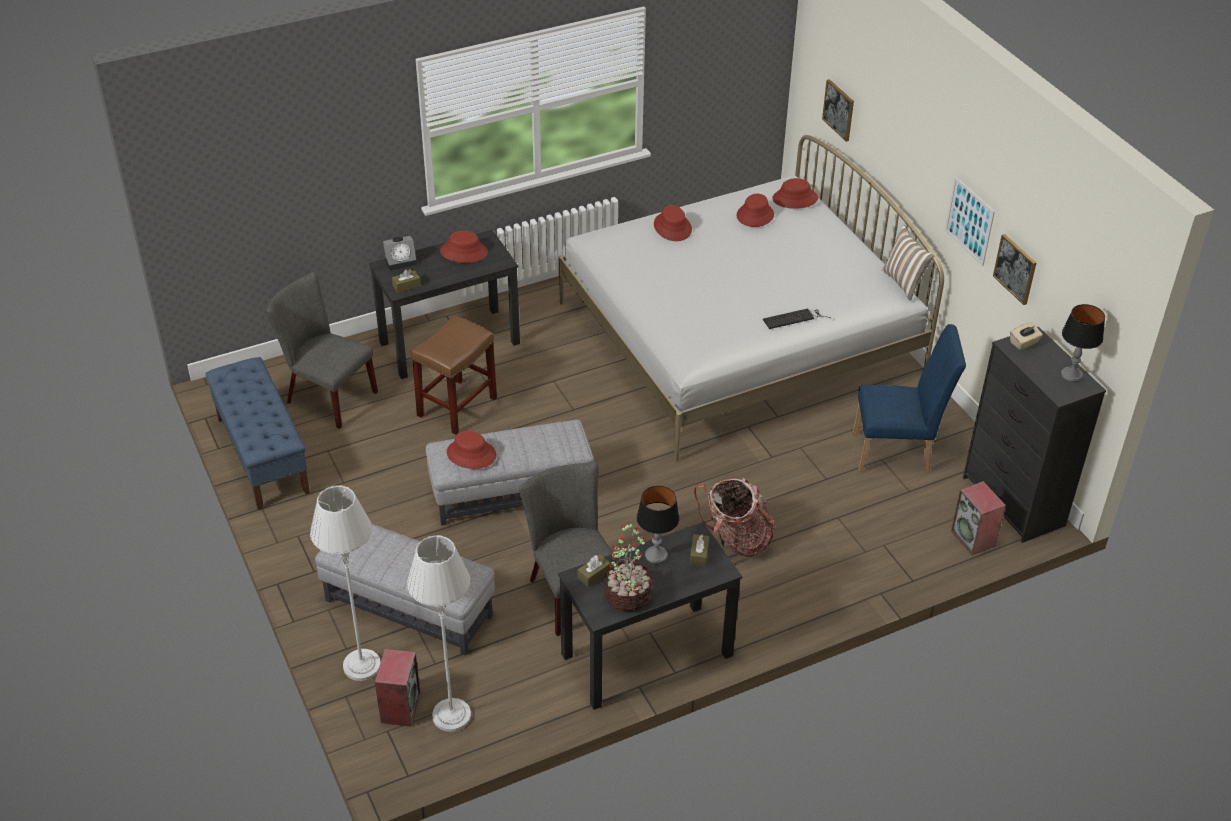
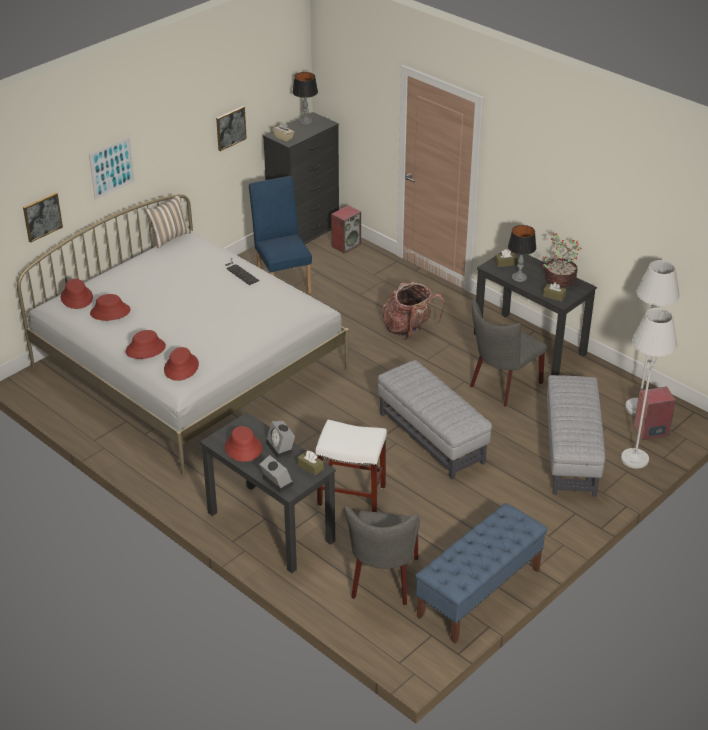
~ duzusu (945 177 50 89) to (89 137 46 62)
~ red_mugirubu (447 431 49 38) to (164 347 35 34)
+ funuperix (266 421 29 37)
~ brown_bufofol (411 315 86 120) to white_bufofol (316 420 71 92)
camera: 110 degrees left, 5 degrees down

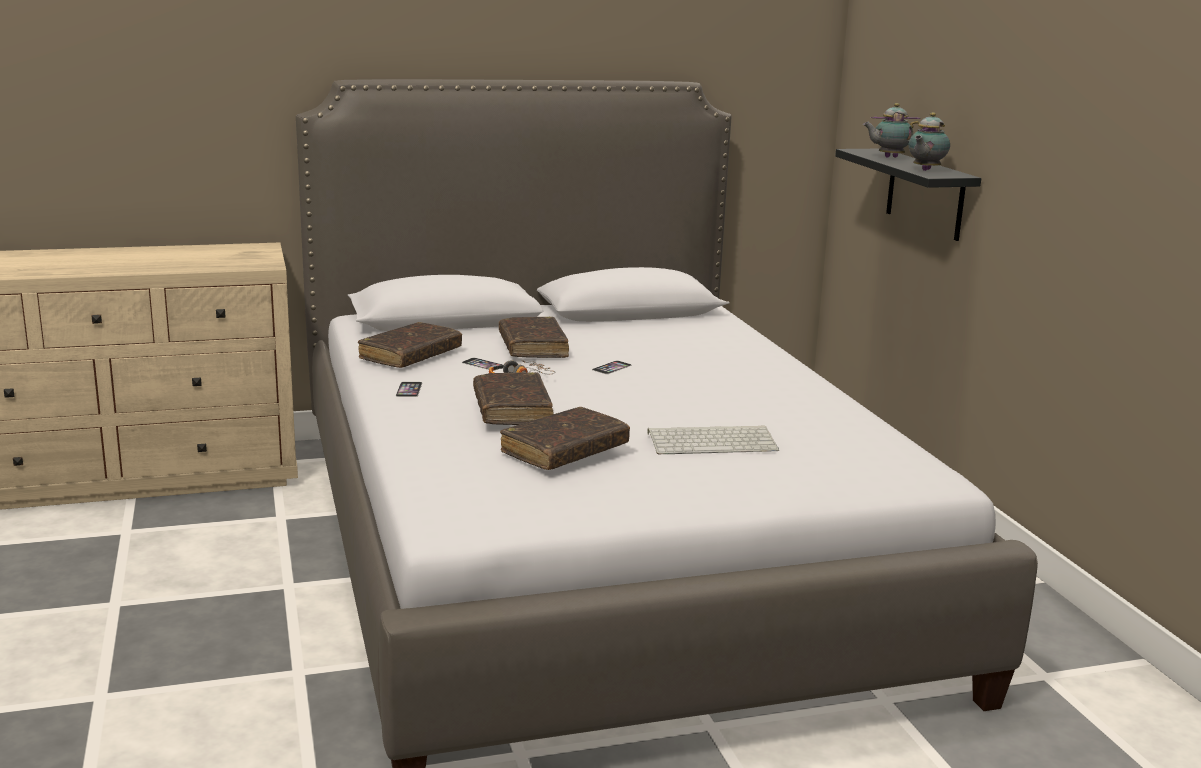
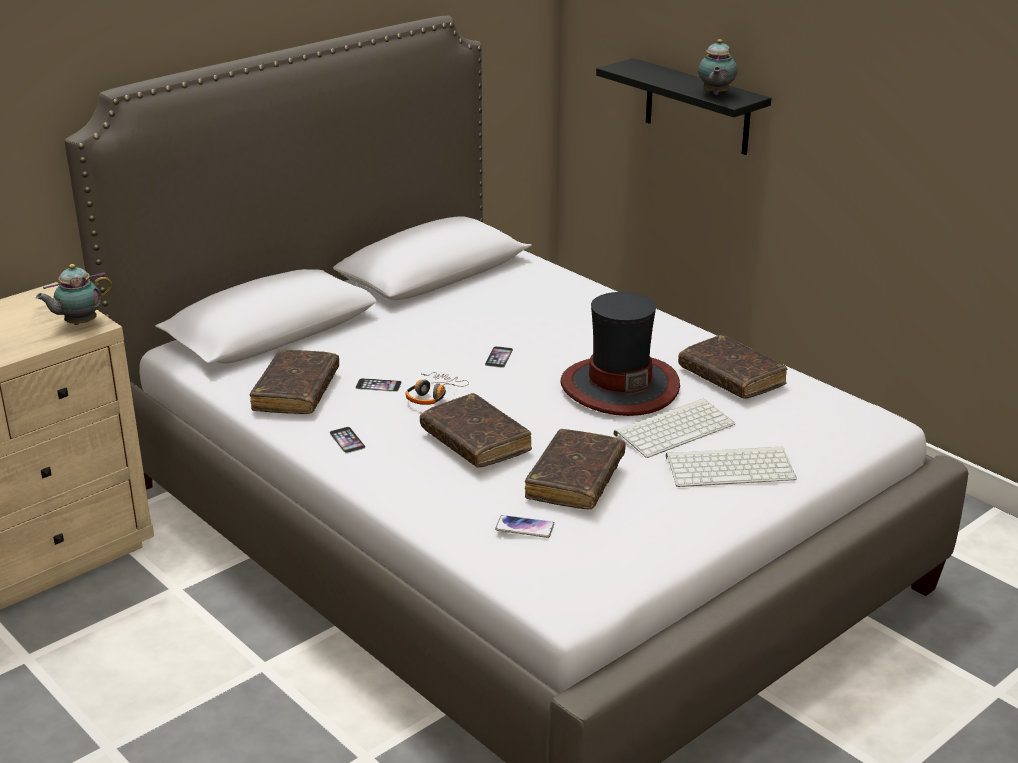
~ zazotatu (863 103 60 55) to (36 264 77 61)
+ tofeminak (495 515 59 23)
+ mugirubu (561 292 119 124)
+ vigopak (666 446 131 41)
~ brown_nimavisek (499 317 70 41) to (678 335 109 64)
camera: 25 degrees left, 10 degrees up

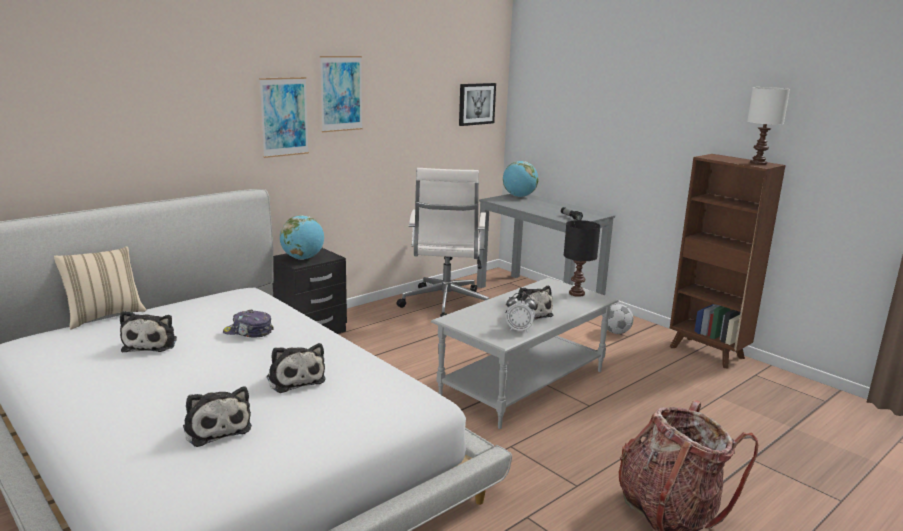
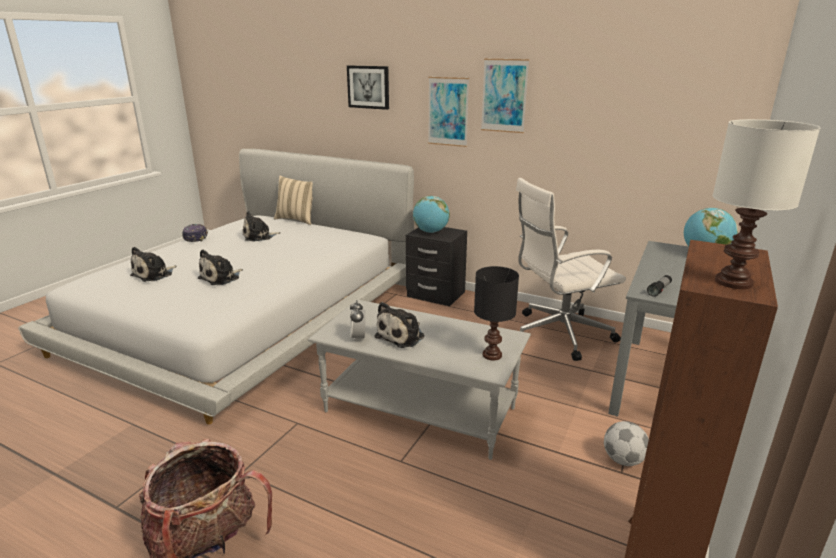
~ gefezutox (223 310 51 28) to (182 224 26 18)
~ duzusu (459 83 37 43) to (347 65 42 45)
camera: 70 degrees right, 5 degrees up

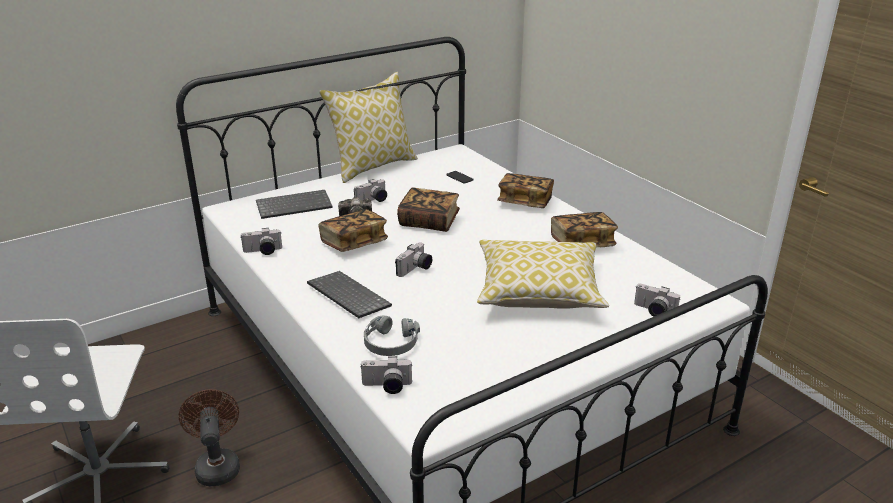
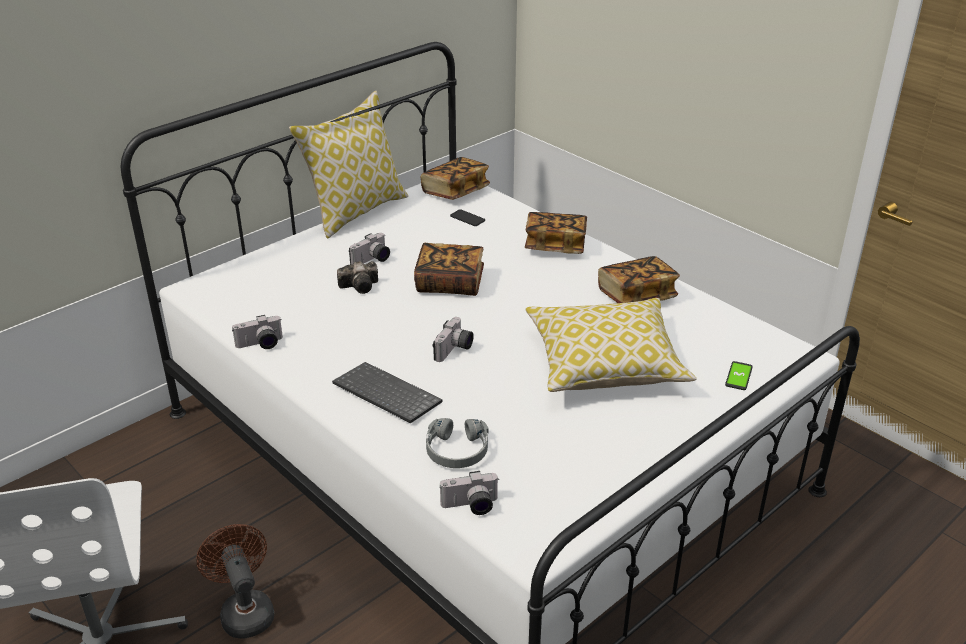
~ nimavisek (318 209 70 43) to (421 157 69 43)
~ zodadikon (634 284 46 33) to tofeminak (725 361 28 29)
- vigopak (256 190 77 29)
camera: 10 degrees left, 5 degrees up

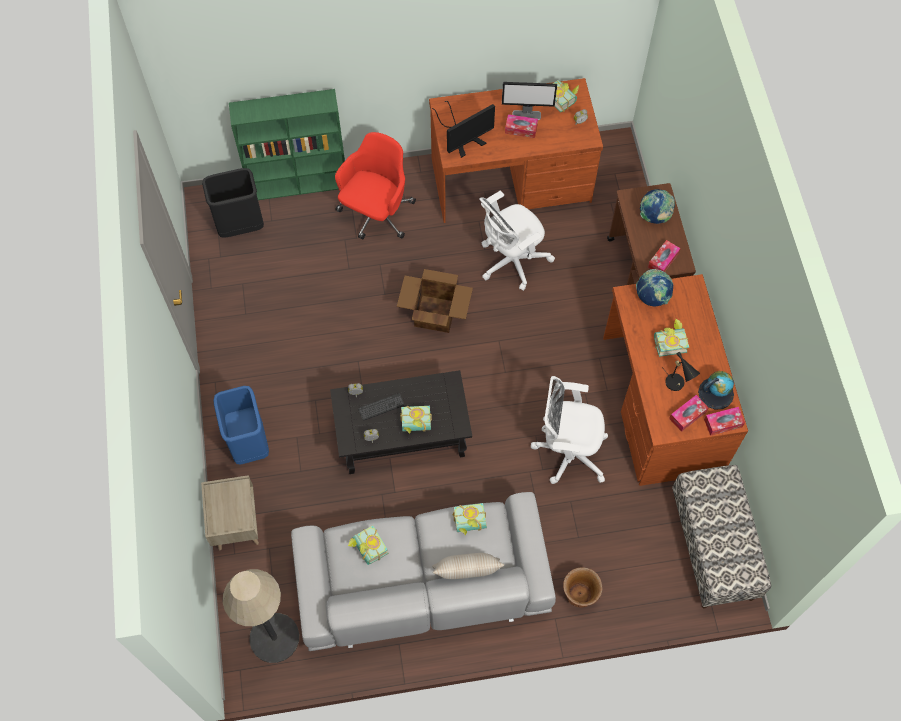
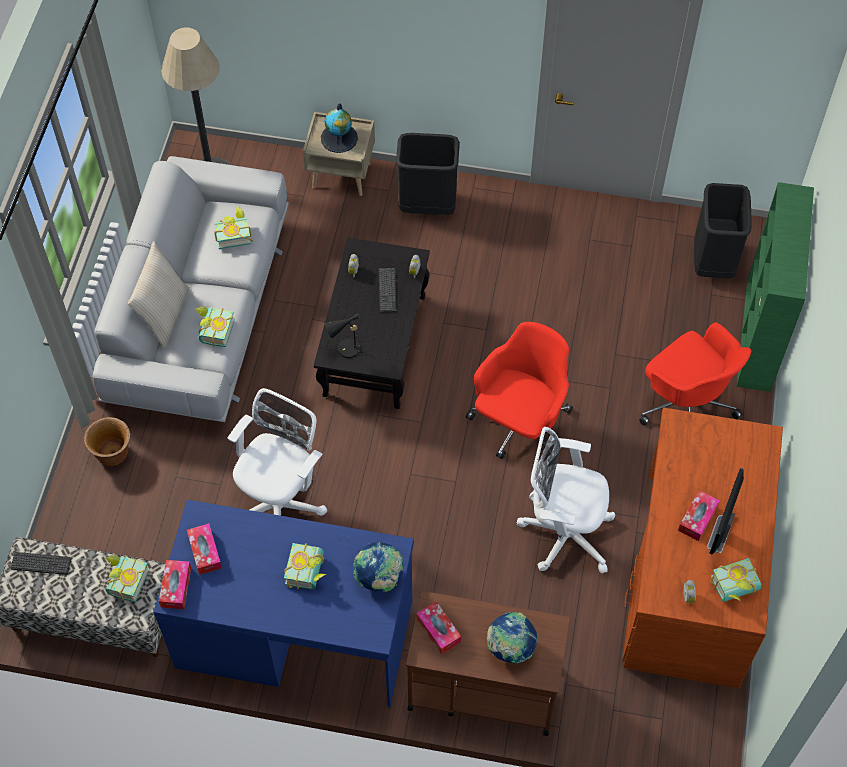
+ vigopak (11 552 60 23)
~ nimavisek (400 406 32 28) to (106 555 44 47)
~ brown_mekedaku (603 274 145 212) to blue_mekedaku (153 500 261 207)
~ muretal (698 371 36 39) to (321 103 37 50)
~ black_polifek (661 352 39 39) to (324 314 48 44)
~ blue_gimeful (213 386 56 79) to black_gimeful (396 133 64 82)
~ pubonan (397 269 76 64) to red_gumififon (466 322 107 137)
~ white_gumififon (479 191 76 100) = (517 427 98 147) 60 degrees counterclockwise
- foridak (432 101 63 57)
camera: 110 degrees right, 5 degrees down

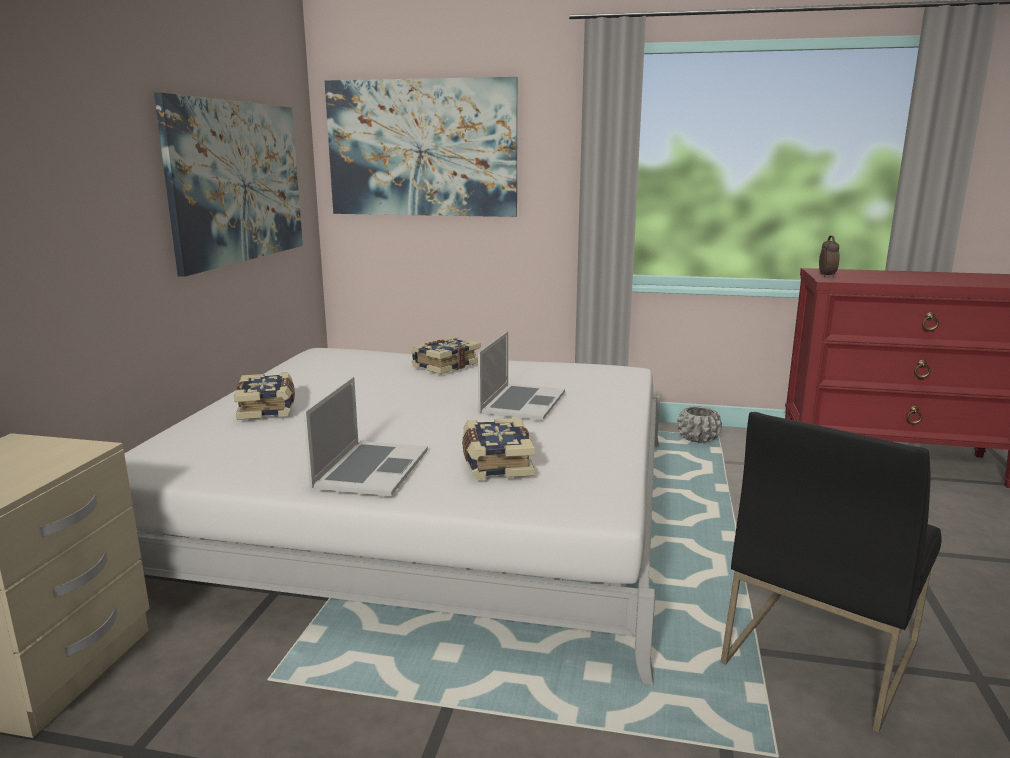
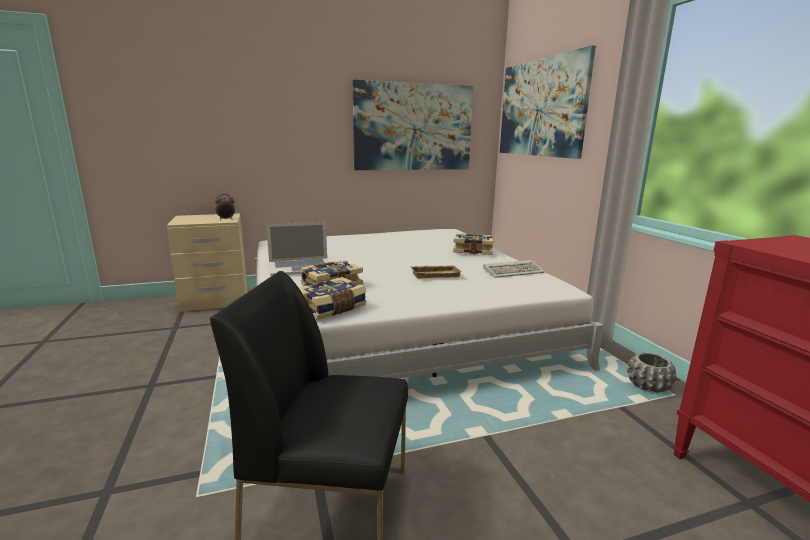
~ funuperix (819 236 20 42) to (215 194 20 26)
~ nimavisek (234 372 61 48) to (299 277 68 43)
~ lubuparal (478 331 87 89) to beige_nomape (410 265 52 14)
+ vigopak (483 260 62 18)
camera: 60 degrees right, 0 degrees up

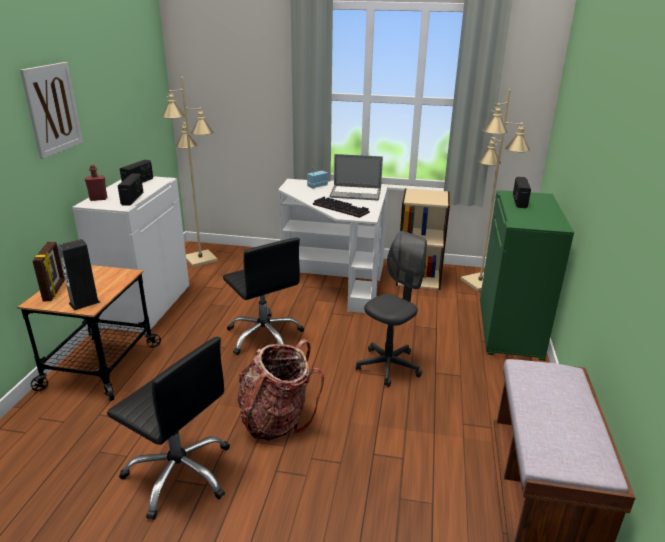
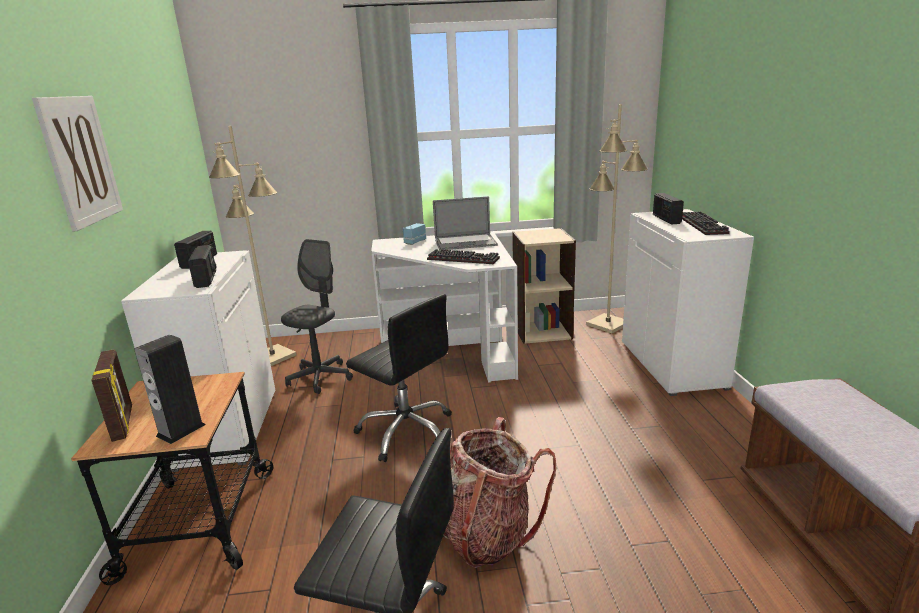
~ grey_gumififon (356 231 71 156) to (281 239 72 155)
~ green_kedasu (480 190 94 171) to white_kedasu (622 209 132 187)
+ vigopak (682 211 48 24)
- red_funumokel (85 165 22 36)
camera: 15 degrees left, 5 degrees down

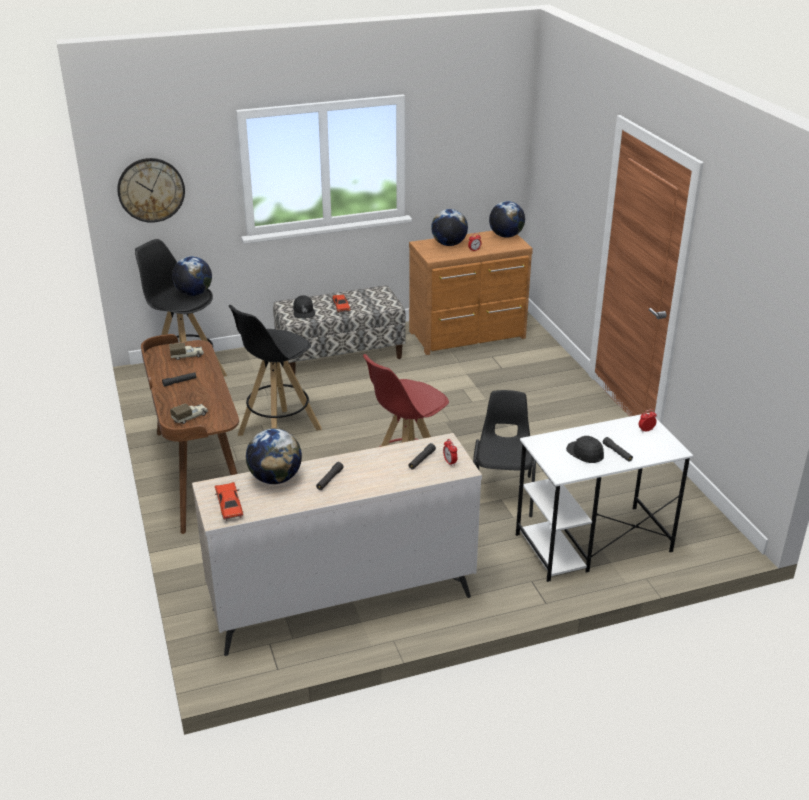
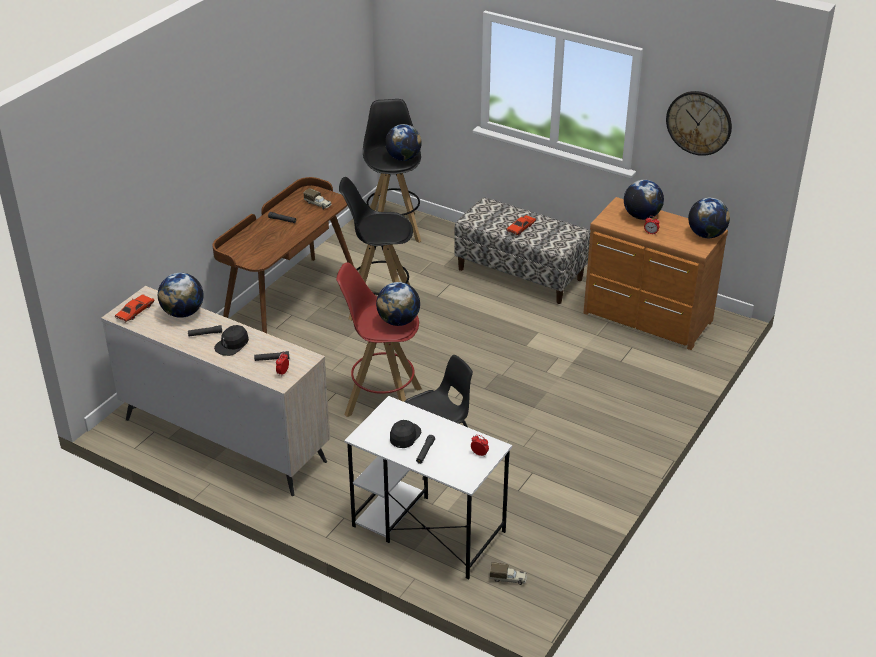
~ black_gefezutox (293 295 22 23) to (214 325 35 31)
+ muretal (376 282 44 44)
~ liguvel (170 404 38 20) to (490 562 37 23)
~ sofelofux (117 158 68 65) to (666 91 66 65)
camera: 50 degrees right, 5 degrees up

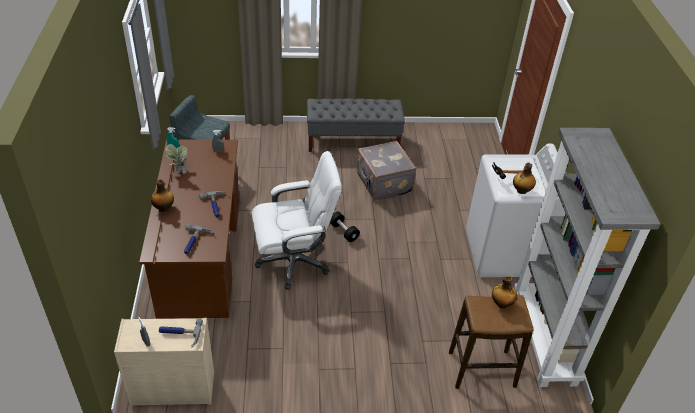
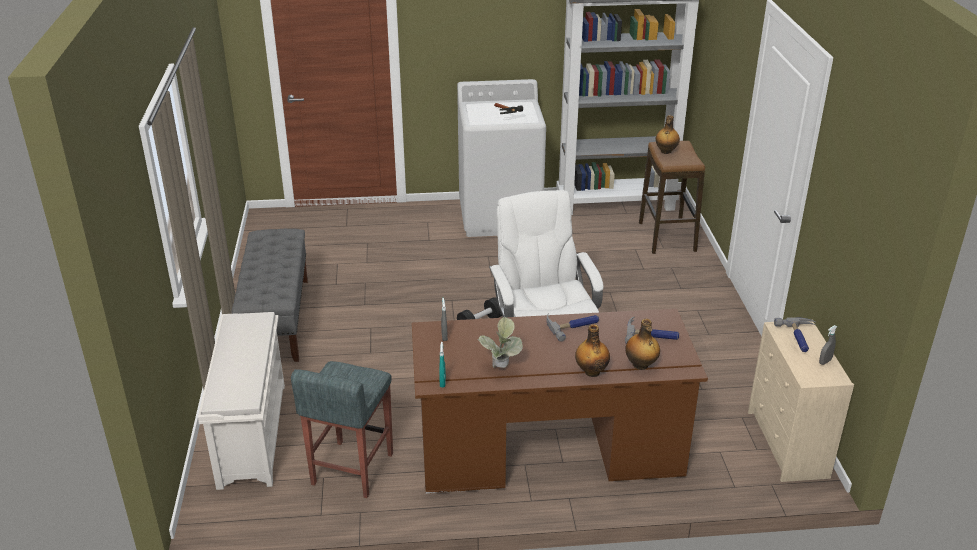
+ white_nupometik (198 312 87 178)
~ funumokel (513 163 23 31) to (625 319 35 51)
- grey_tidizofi (357 141 59 61)
camera: 90 degrees left, 10 degrees down

